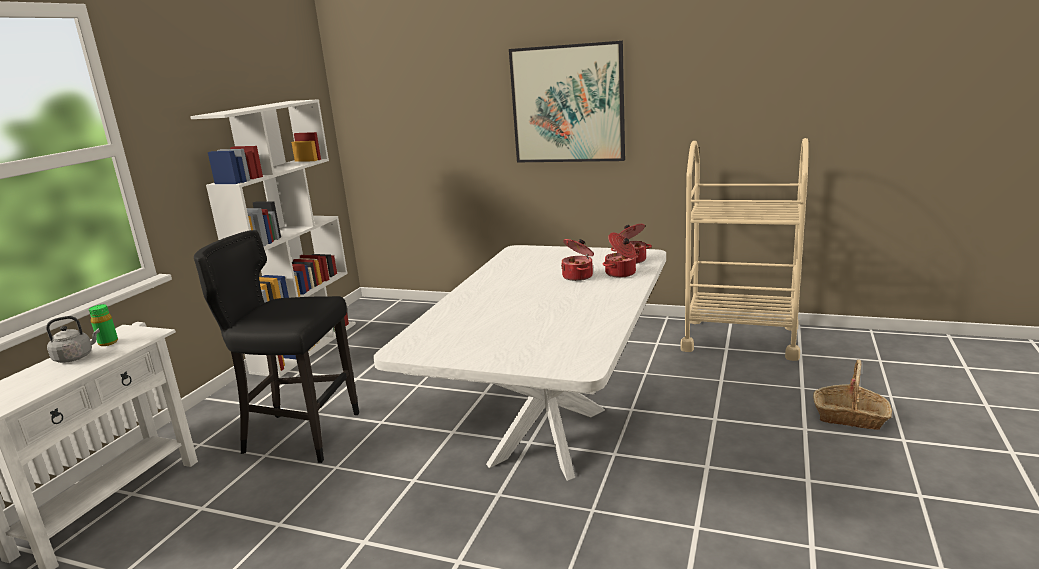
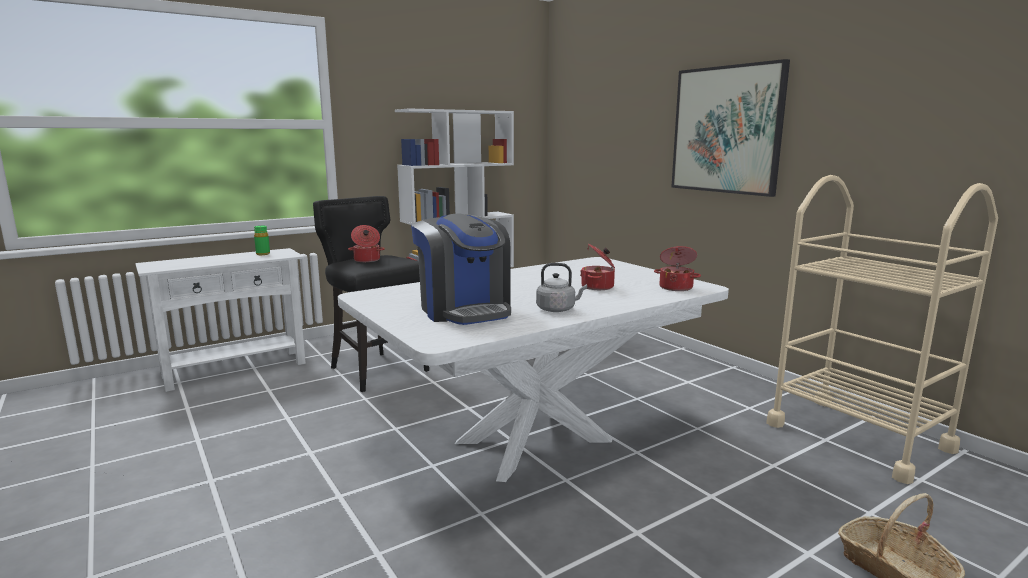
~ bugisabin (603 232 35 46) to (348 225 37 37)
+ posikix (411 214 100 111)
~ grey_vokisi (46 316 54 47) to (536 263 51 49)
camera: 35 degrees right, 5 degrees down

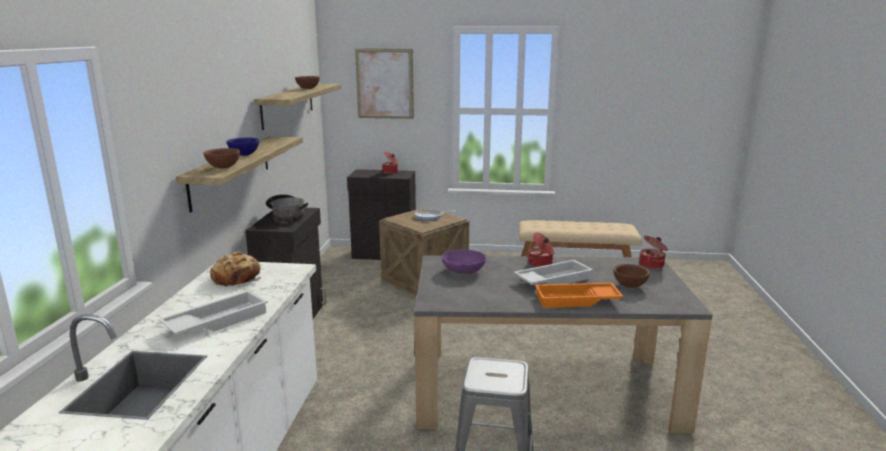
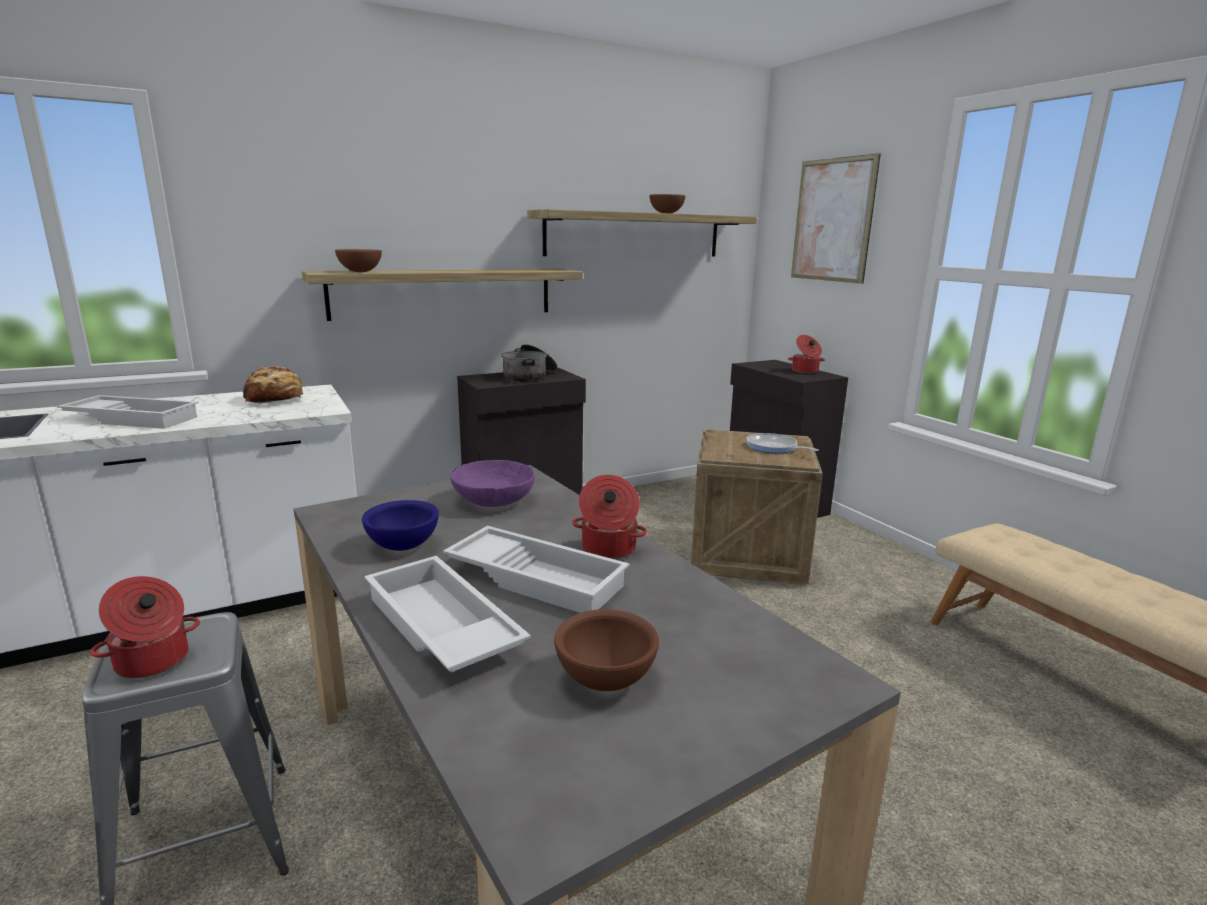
~ bugisabin (639 235 29 34) to (90 576 110 102)
~ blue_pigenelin (226 138 33 18) to (362 500 77 51)
~ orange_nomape (535 283 88 25) to white_nomape (364 556 167 116)
camera: 55 degrees right, 0 degrees up

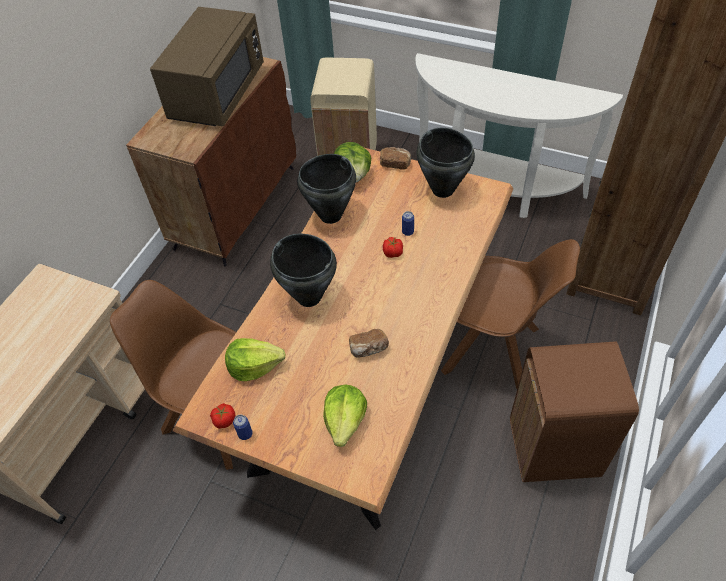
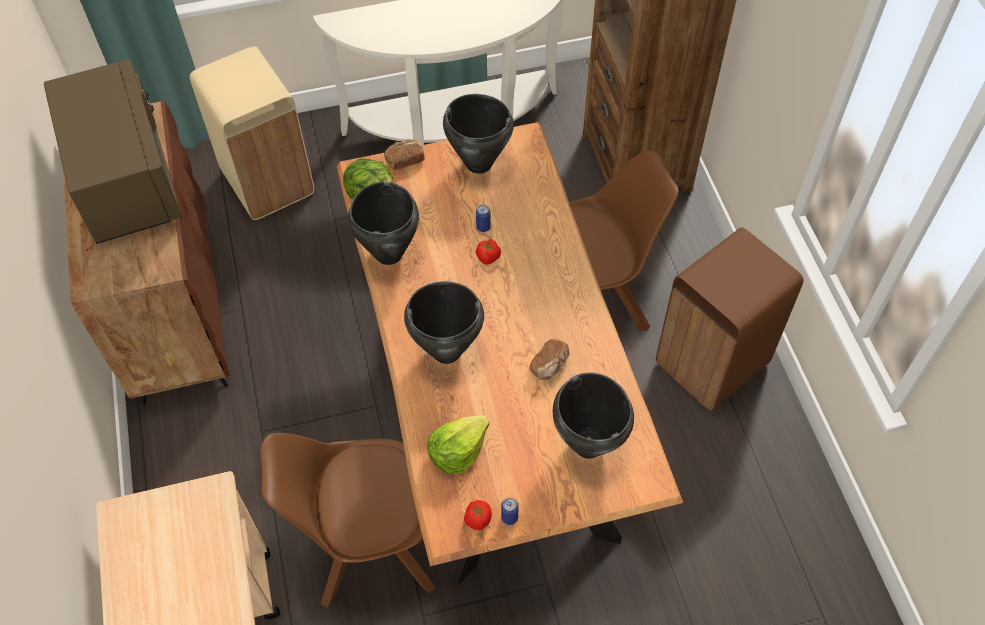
~ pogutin (323 385 44 62) to black_bugisabin (553 373 81 86)
camera: 40 degrees left, 5 degrees up

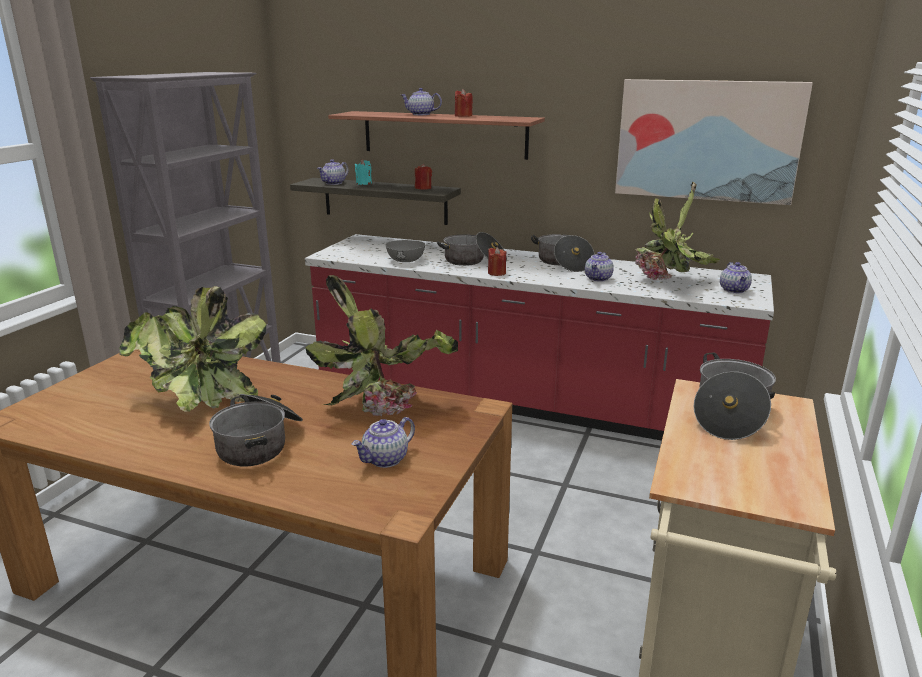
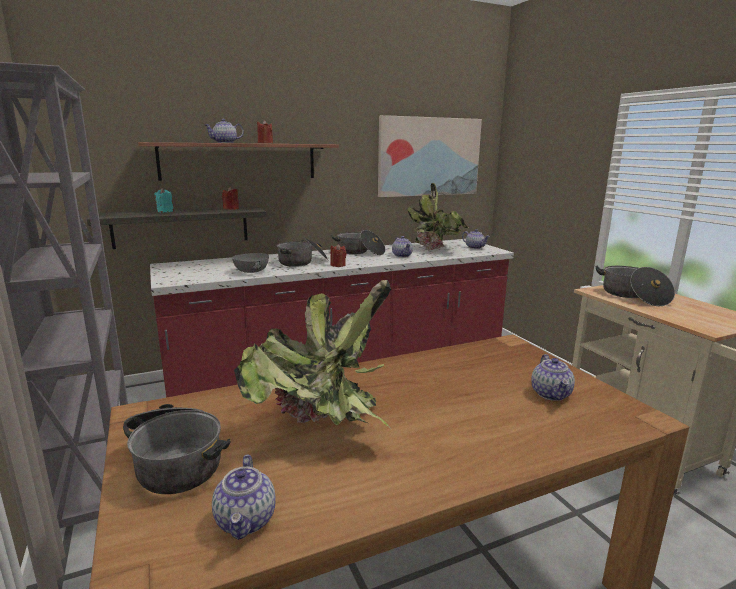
~ bugisabin (209 394 94 73) to (123 404 108 90)
~ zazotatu (317 159 32 26) to (212 455 64 85)
- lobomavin (305 275 153 142)
camera: 45 degrees left, 5 degrees down

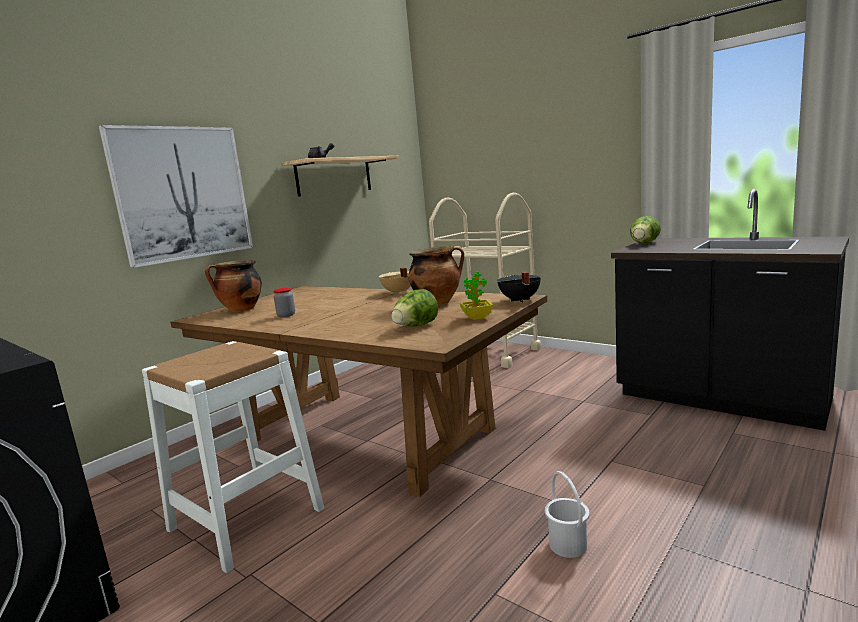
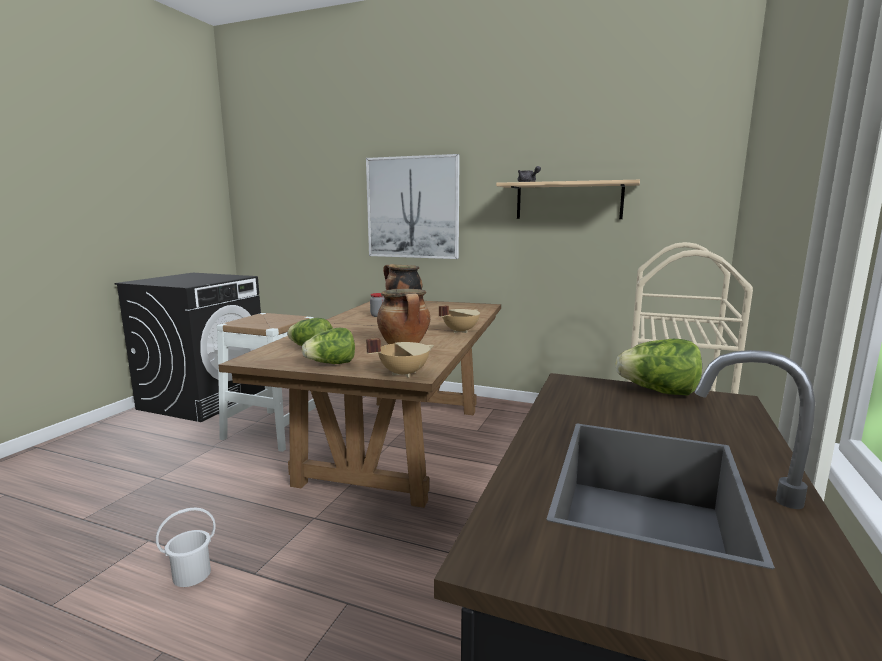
~ lobomavin (460 272 33 48) to pogutin (302 328 53 36)
~ black_bugisabin (497 271 44 31) to beige_bugisabin (366 338 68 39)
camera: 70 degrees right, 0 degrees up

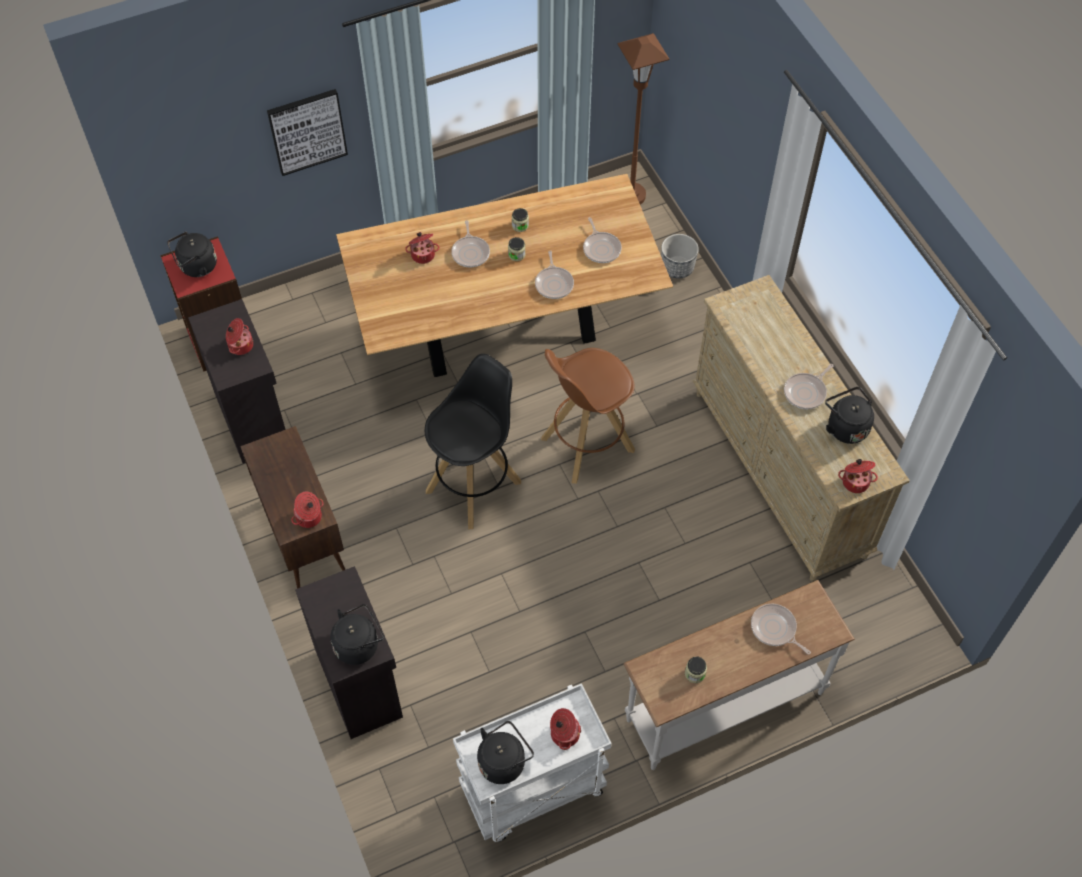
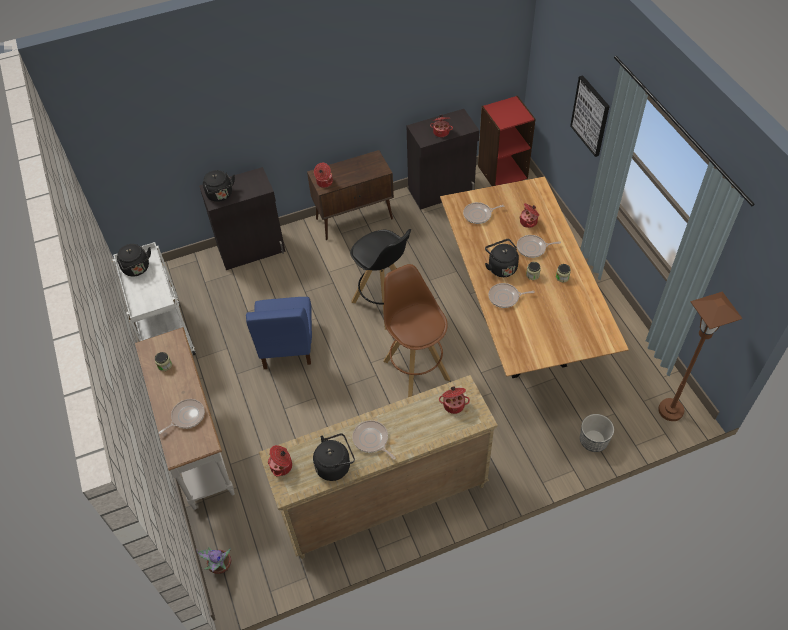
+ lobomavin (196 547 36 27)
+ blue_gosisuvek (246 297 66 72)
~ bugisabin (550 708 31 42) to (439 387 31 27)
~ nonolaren (583 217 39 46) to (463 202 42 22)
~ black_vokisi (167 231 50 46) to (485 239 34 38)
camera: 95 degrees right, 5 degrees down

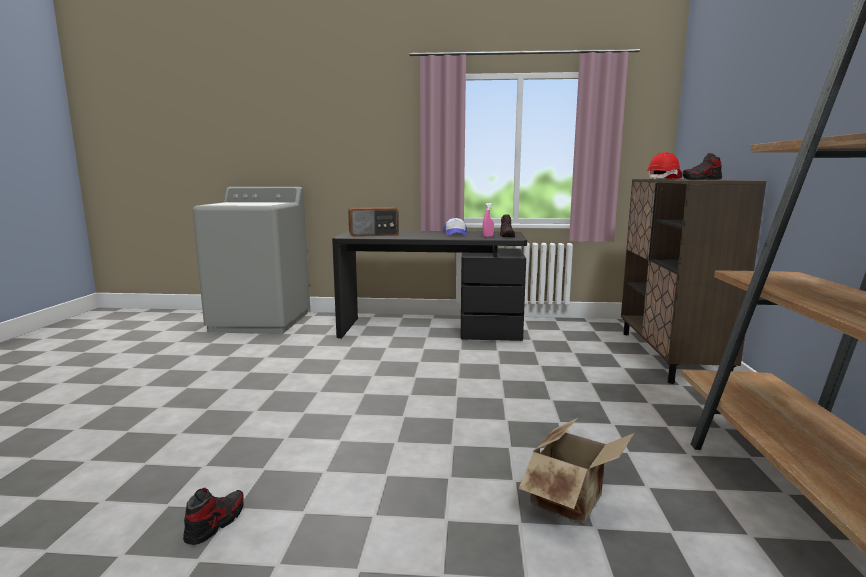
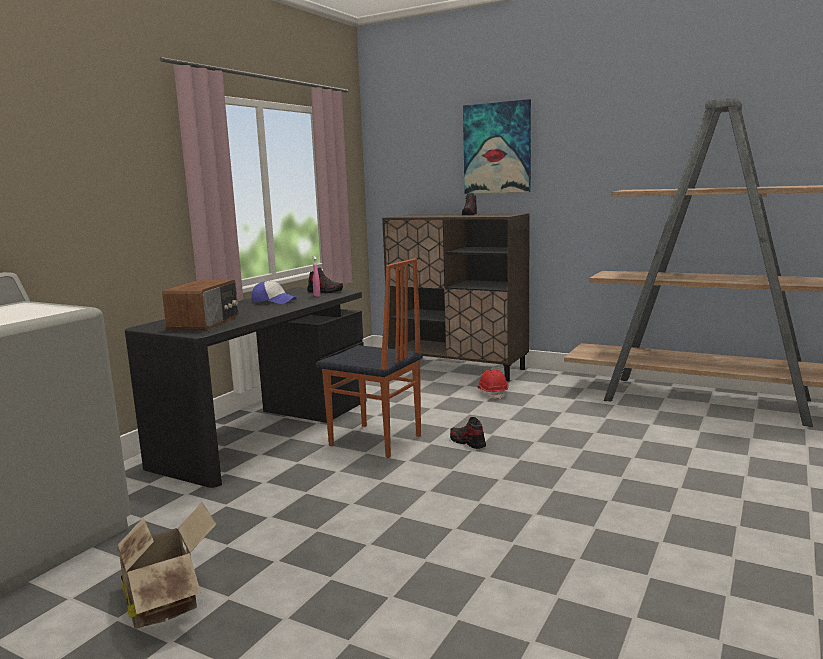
~ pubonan (519 418 115 105) to (117 502 99 127)
+ gosisuvek (316 258 107 200)
~ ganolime (183 488 61 57) to (450 417 36 32)
+ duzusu (463 99 68 95)
~ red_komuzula (647 152 35 27) to (478 369 30 31)
camera: 65 degrees left, 0 degrees up

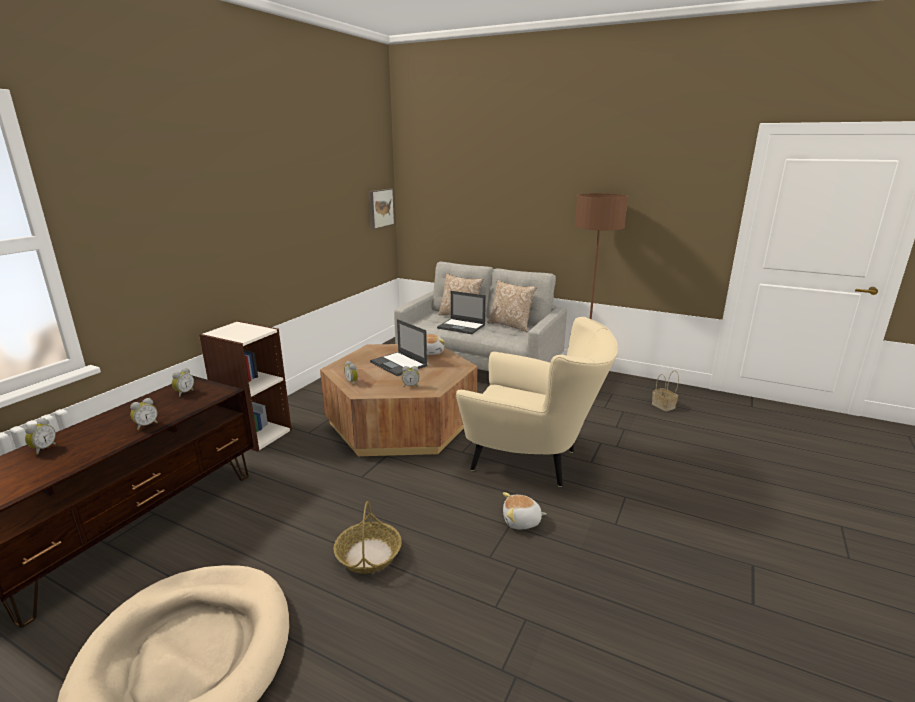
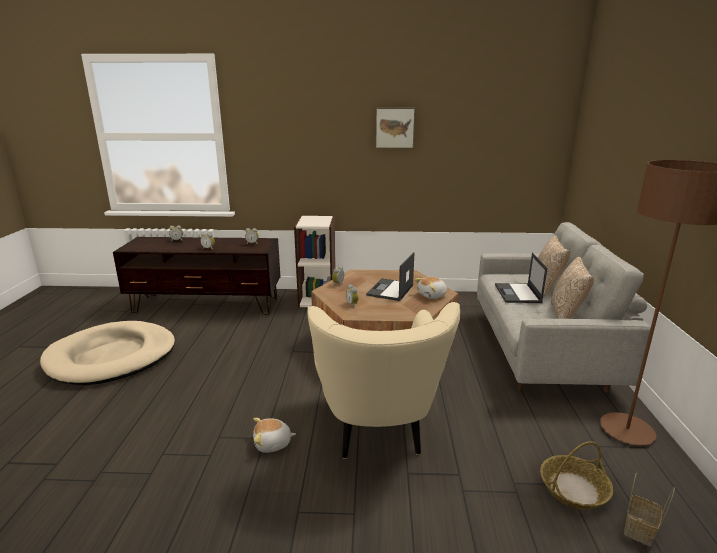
~ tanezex (503 492 44 37) = (253 418 43 35) 75 degrees counterclockwise
~ duzusu (369 188 26 41) to (375 108 40 40)
~ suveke (334 501 68 73) to (540 441 73 69)
camera: 65 degrees right, 0 degrees up

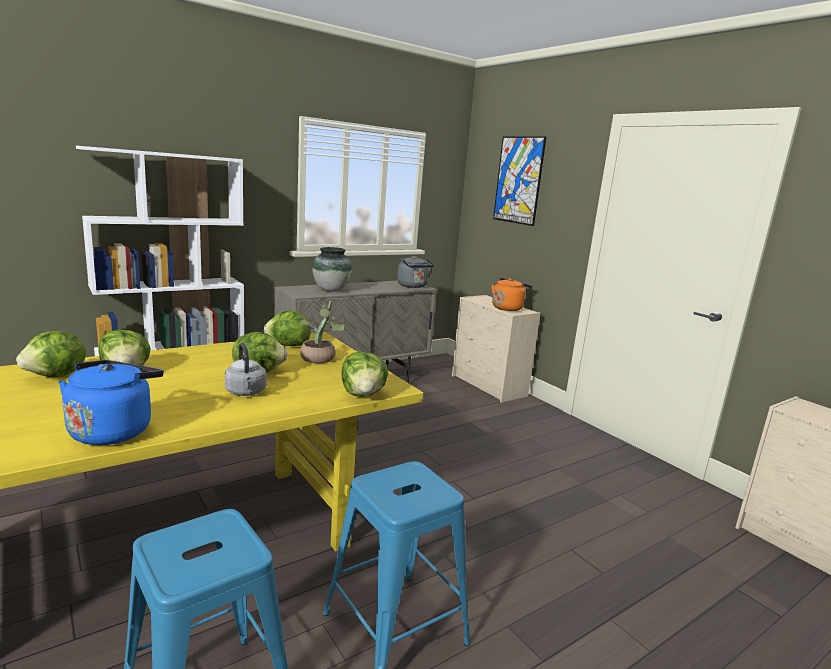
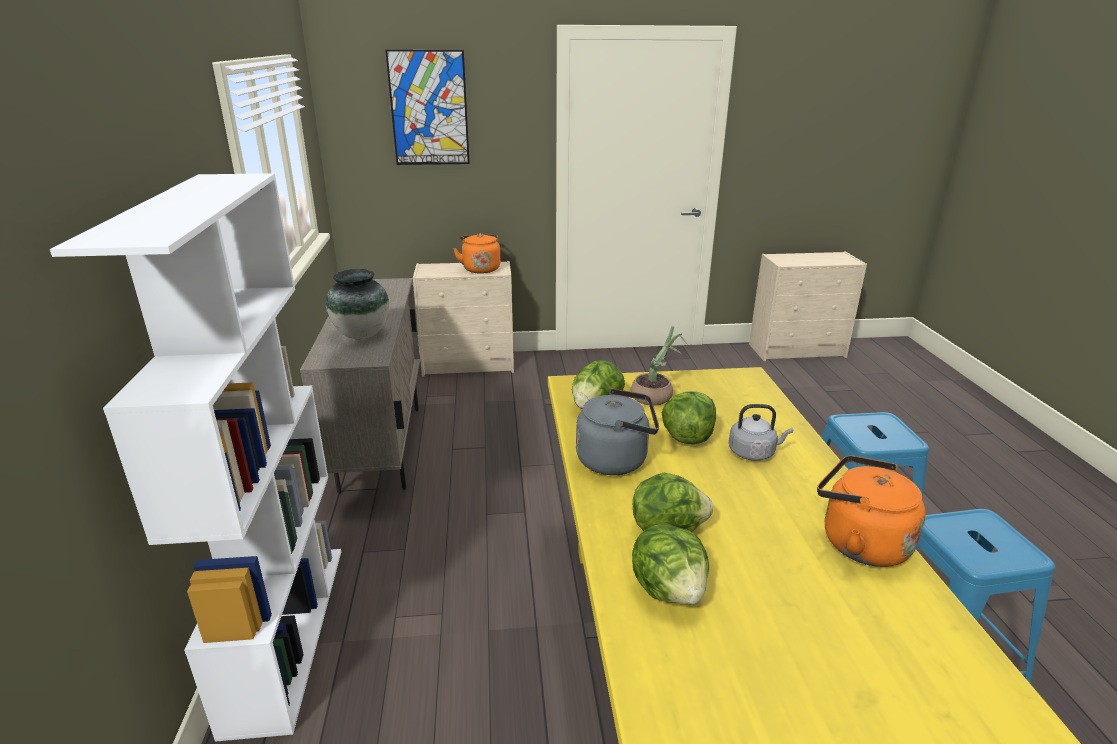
~ grey_vokisi (397 256 38 32) to (576 388 83 87)
~ blue_vokisi (58 360 106 85) to orange_vokisi (817 455 109 112)
- pogutin (341 352 47 45)
camera: 60 degrees left, 10 degrees up

